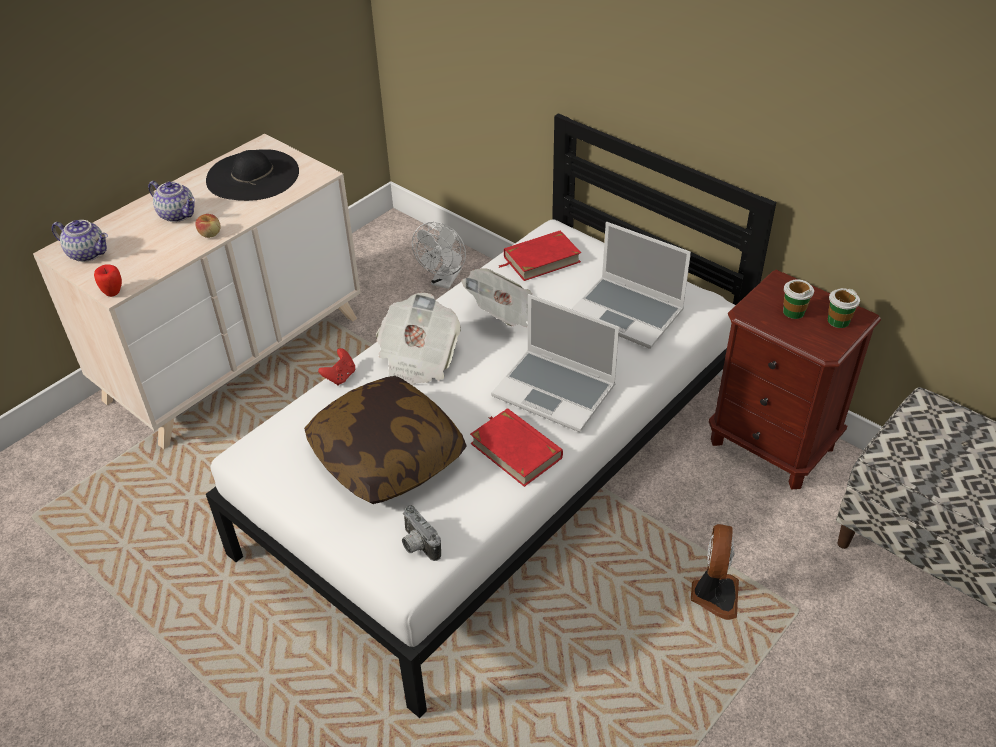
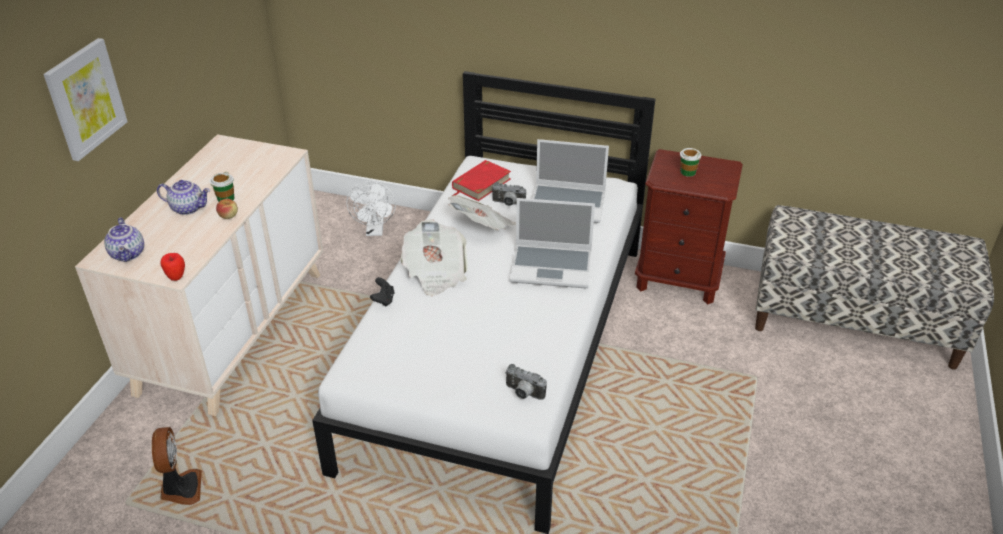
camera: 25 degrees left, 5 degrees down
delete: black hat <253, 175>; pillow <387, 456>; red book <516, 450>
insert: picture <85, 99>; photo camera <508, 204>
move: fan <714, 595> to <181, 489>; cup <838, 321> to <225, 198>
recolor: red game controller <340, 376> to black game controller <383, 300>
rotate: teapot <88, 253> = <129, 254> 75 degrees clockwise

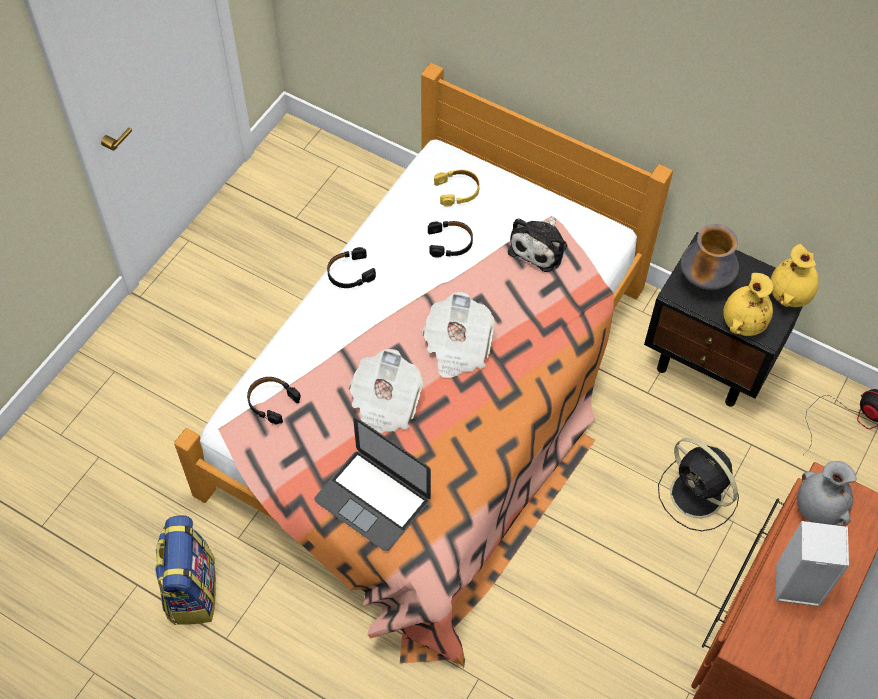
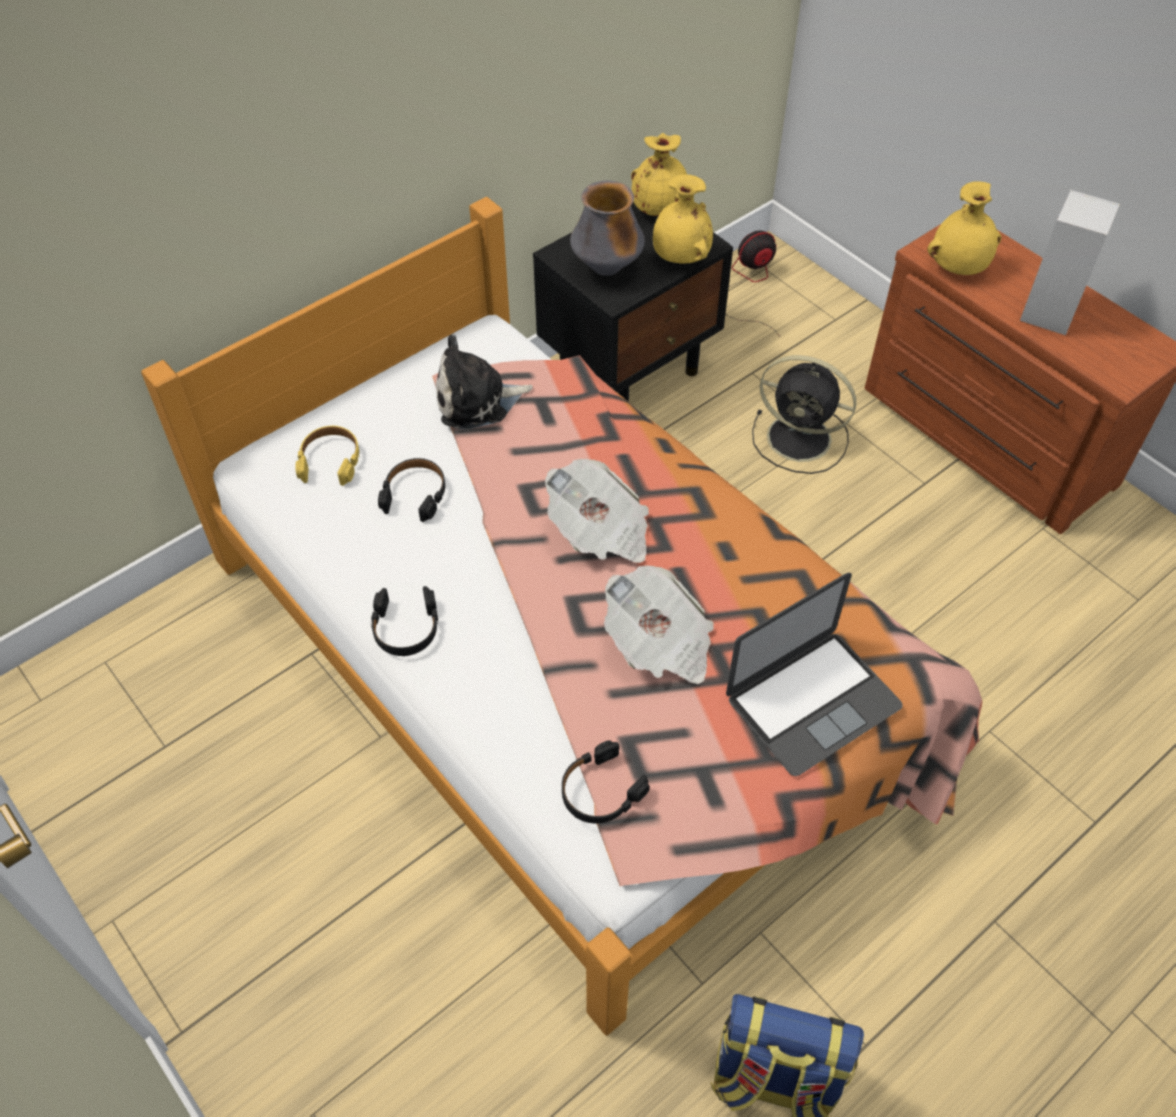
camera: 70 degrees left, 5 degrees down
recolor: grey vase <818, 509> to yellow vase <958, 267>
rotate: plush toy <540, 247> = <477, 400> 120 degrees clockwise; black fan <698, 496> = <802, 439> 45 degrees clockwise

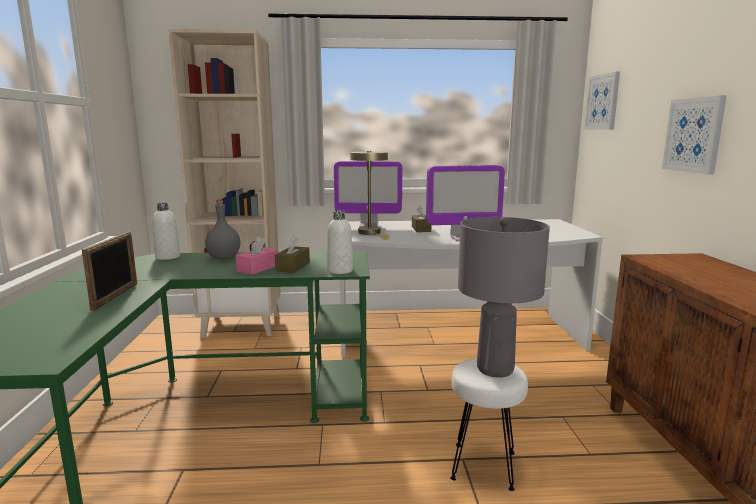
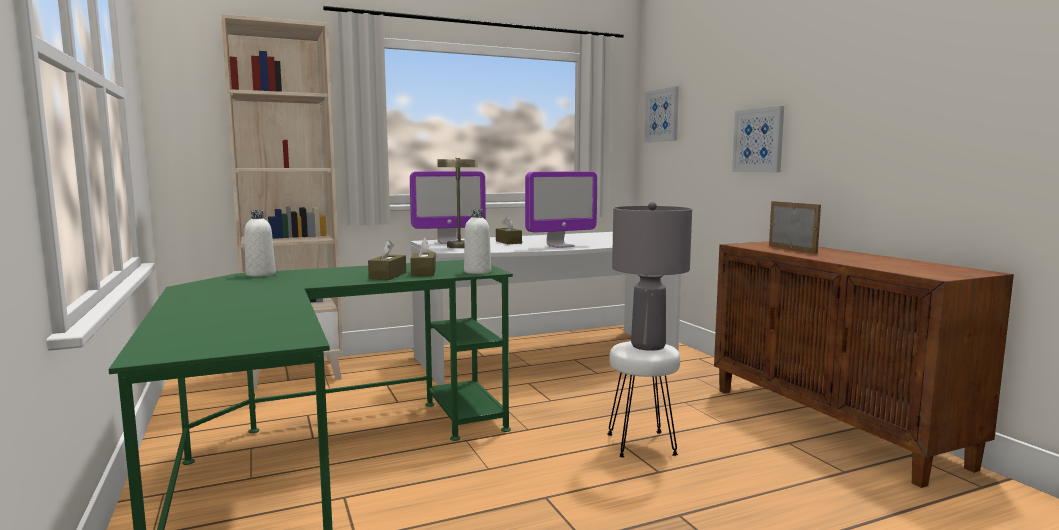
camera: 20 degrees left, 5 degrees down
delete: grey bottle <223, 257>
move: picture frame <116, 296> to <792, 249>
recolor: pink tissue box <258, 268> to brown tissue box <388, 275>

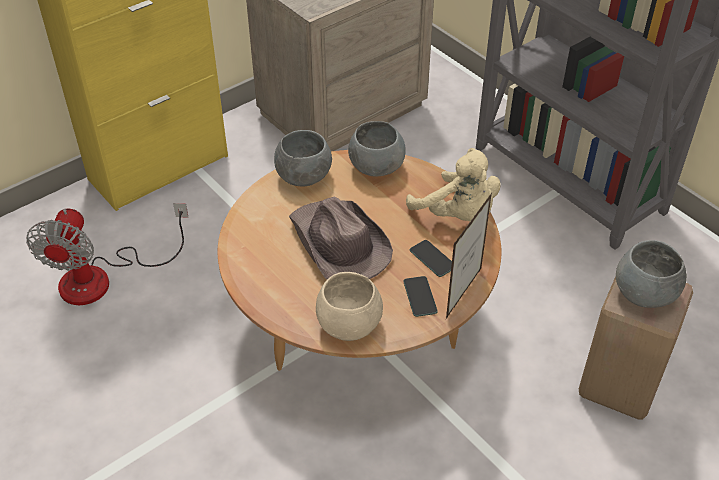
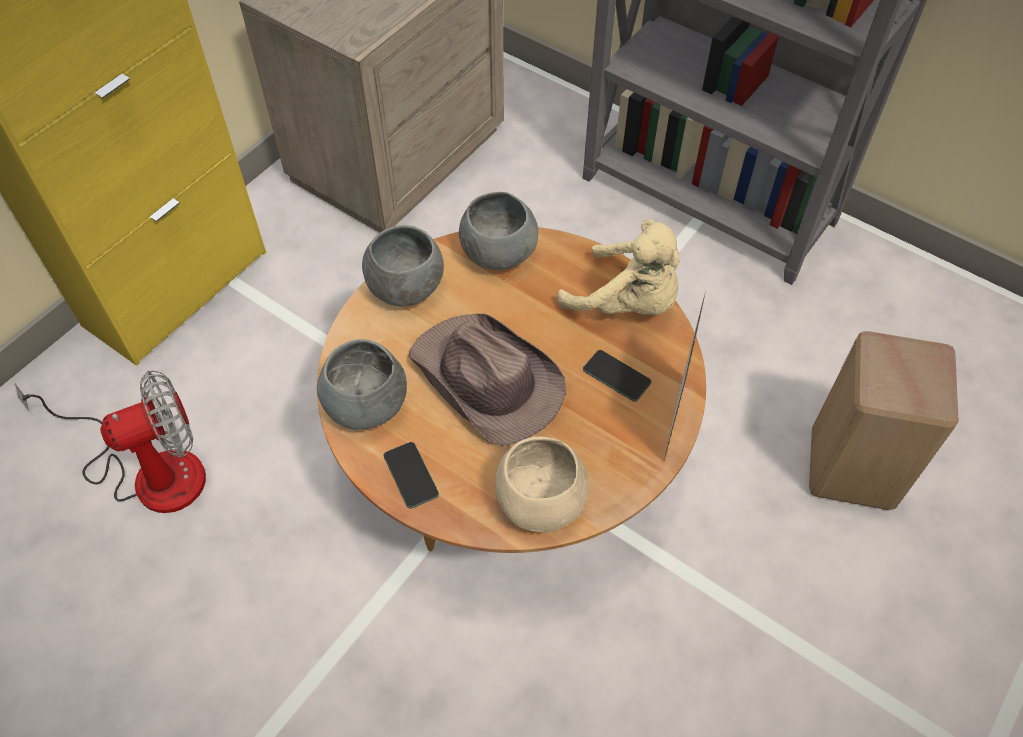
camera: 15 degrees left, 10 degrees up
move: phone <420, 297> to <411, 475>; grey bowl <645, 294> to <367, 405>
rotate: fan <102, 278> = <149, 471> 105 degrees counterclockwise

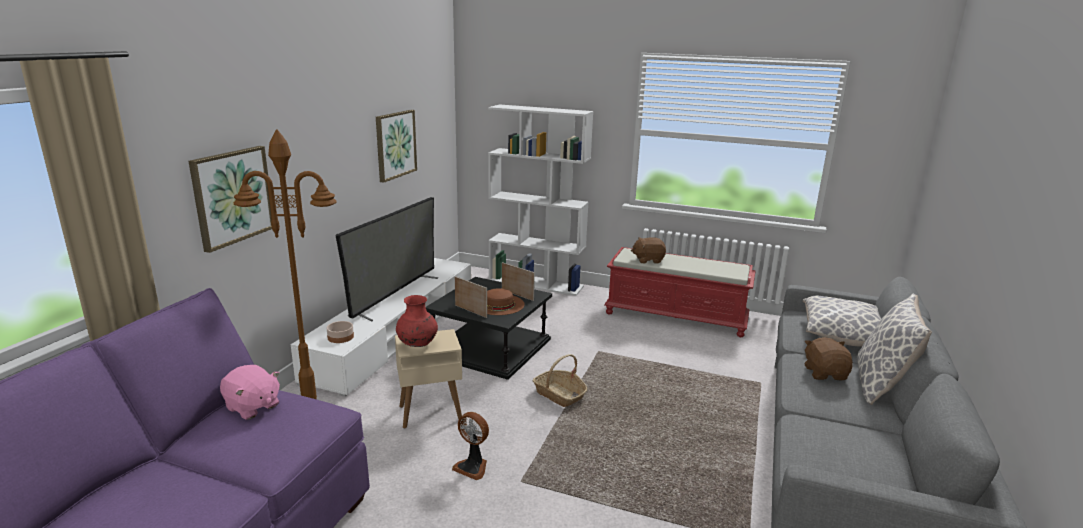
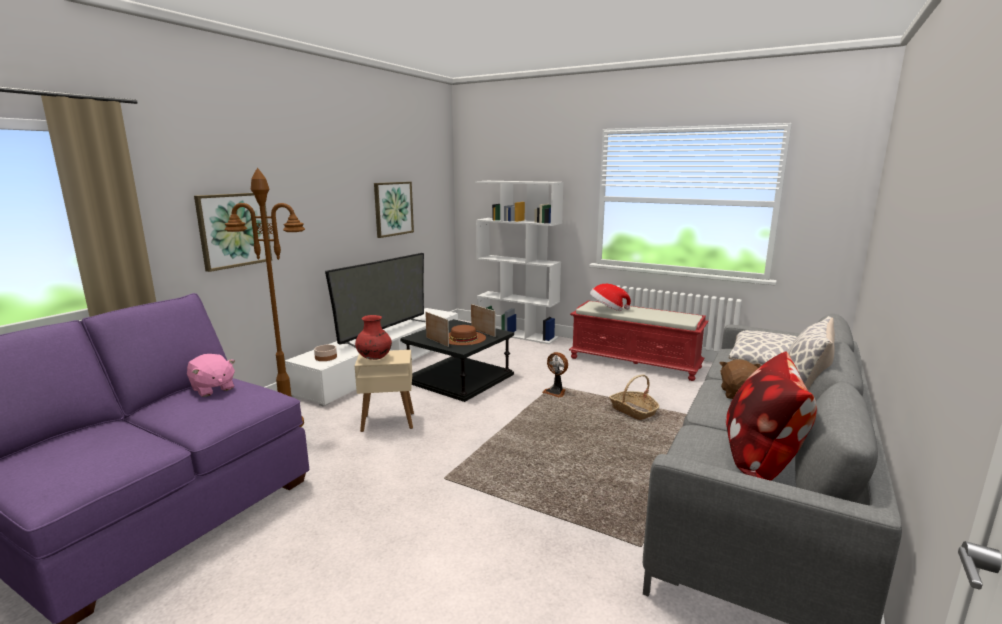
camera: 10 degrees right, 5 degrees down
insert: pillow <761, 458>
move: fan <472, 467> to <556, 392>; basket <559, 394> to <633, 411>
replace: brown plush toy <648, 260> to hat <607, 309>

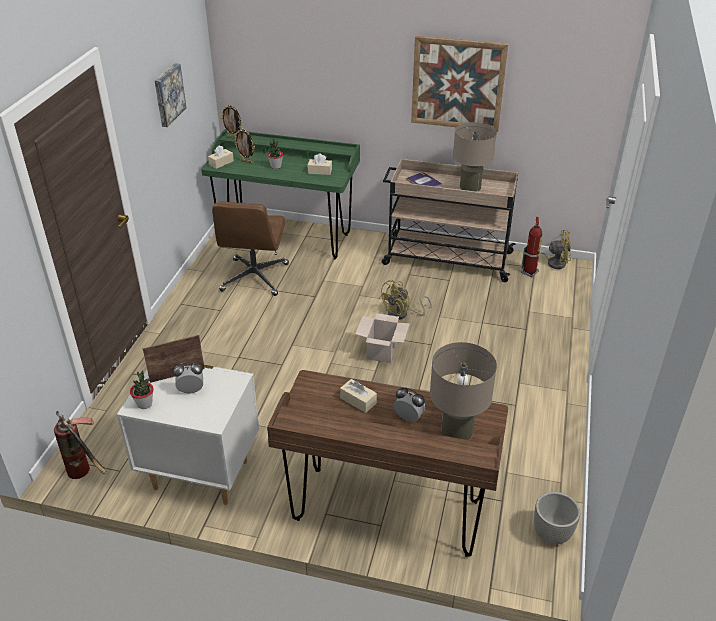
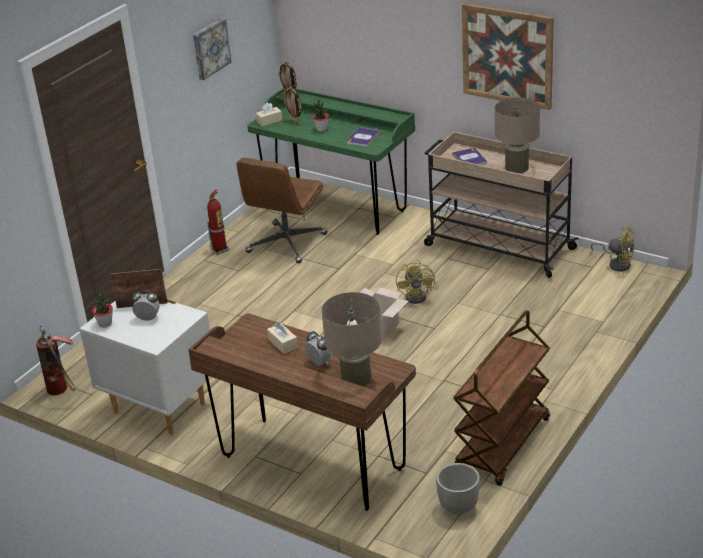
camera: 20 degrees right, 5 degrees down
insert: brown cart <503, 446>
move: fire extinguisher <529, 272> to <220, 249>
replace: beige tissue box <320, 171> to book <363, 137>
rotate: yellow fan <402, 314> = <419, 296> 60 degrees counterclockwise

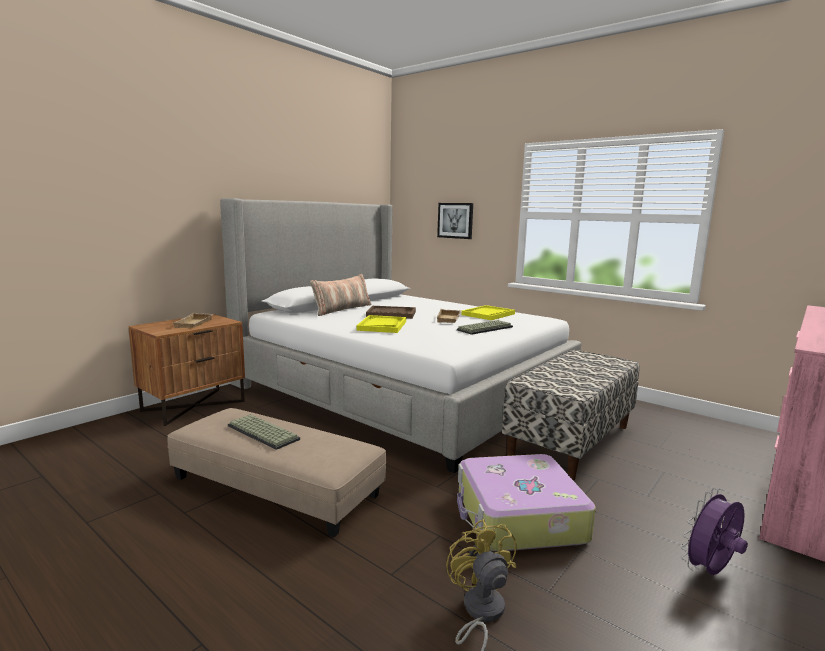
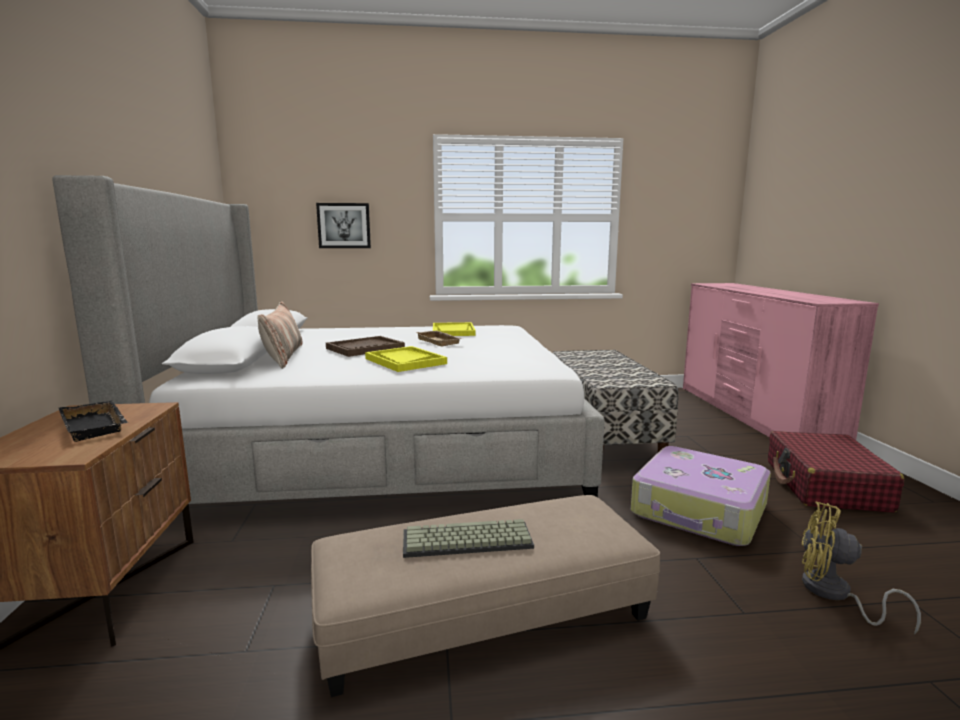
camera: 45 degrees left, 0 degrees up
delete: keyboard <484, 328>
replace: purple fan <710, 572> to red suitcase <825, 486>
recolor: beige tray <195, 324> to black tray <97, 426>

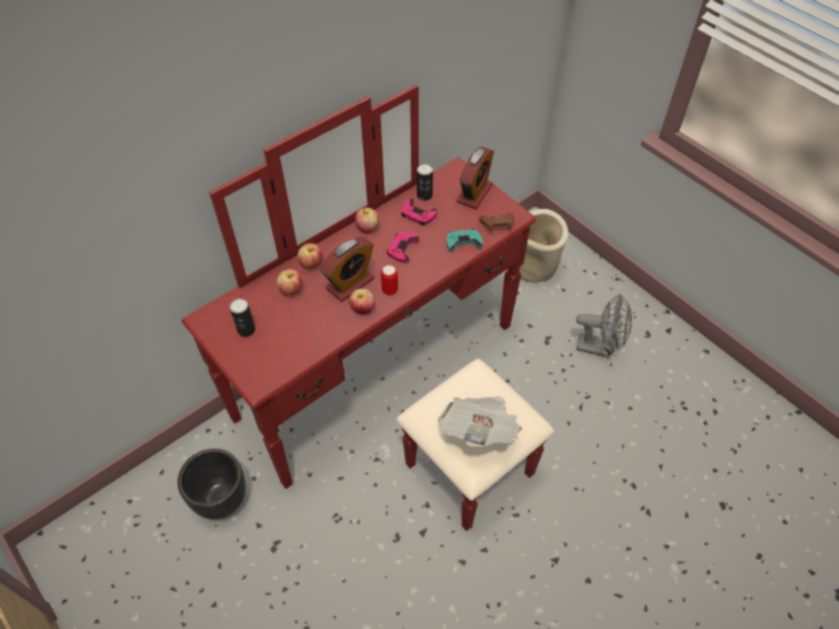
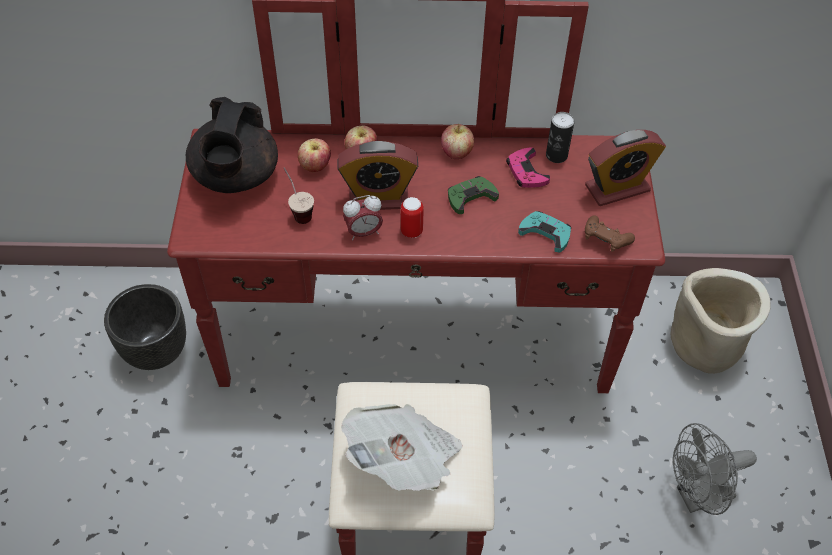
camera: 40 degrees right, 0 degrees up
insert: cup <298, 211>
replace: can <246, 330> to black teapot <235, 177>; apple <363, 309> to alarm clock <363, 232>
recolor: pink game controller <402, 248> to green game controller <471, 197>
rotate: grey fan <600, 347> = <697, 496> 105 degrees clockwise

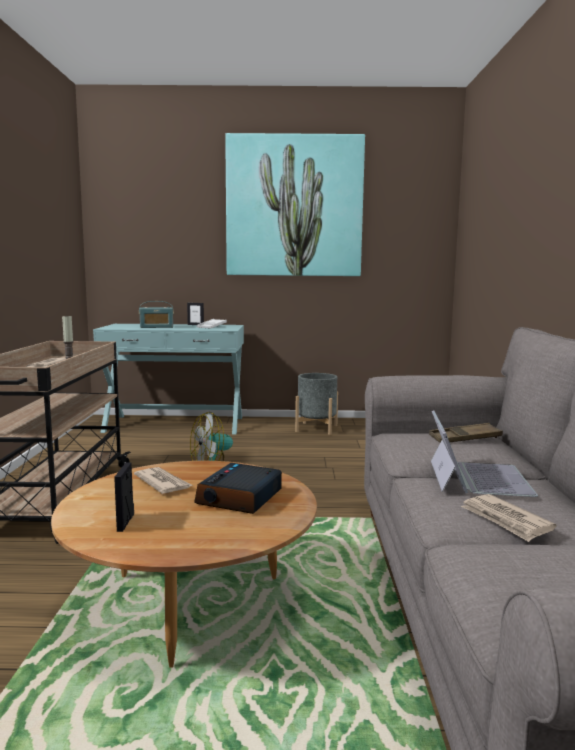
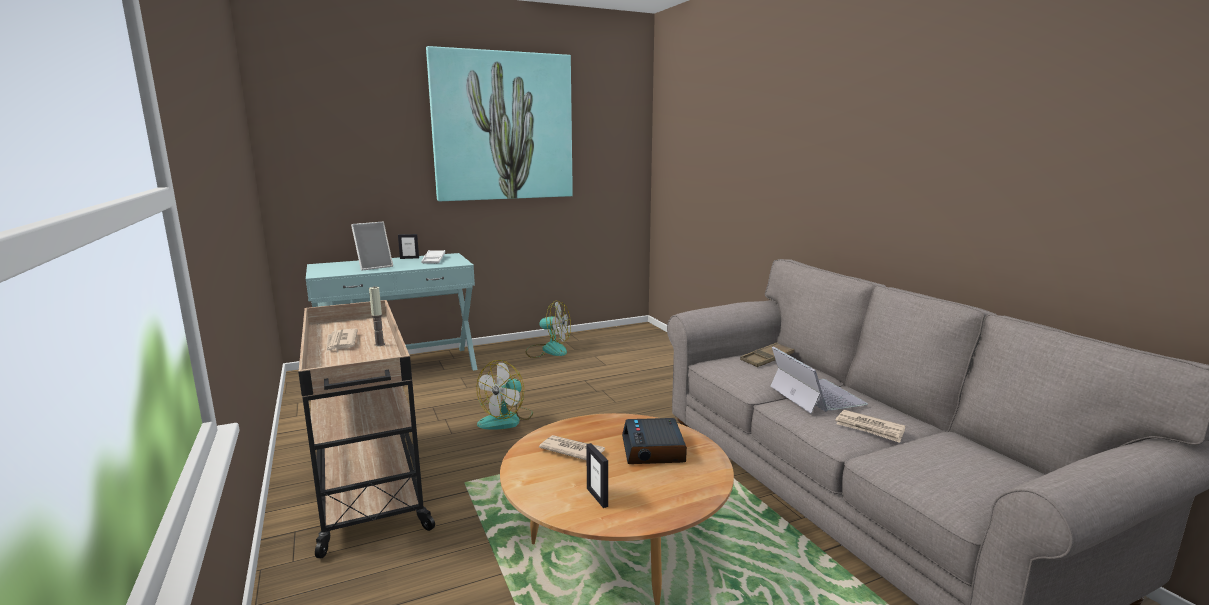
camera: 25 degrees left, 5 degrees up
replace: radio <156, 327> to picture frame <374, 267>; grey planter <316, 428> to fan <548, 350>

